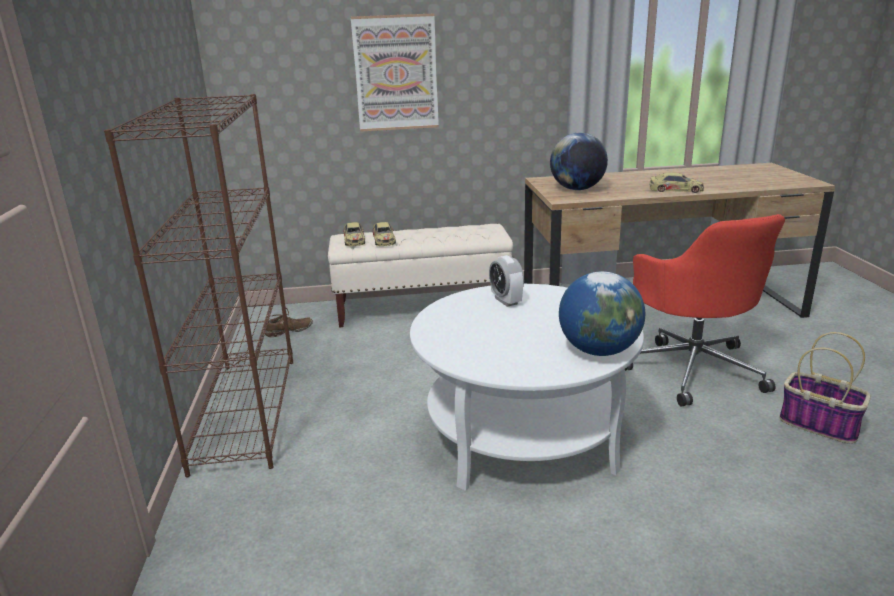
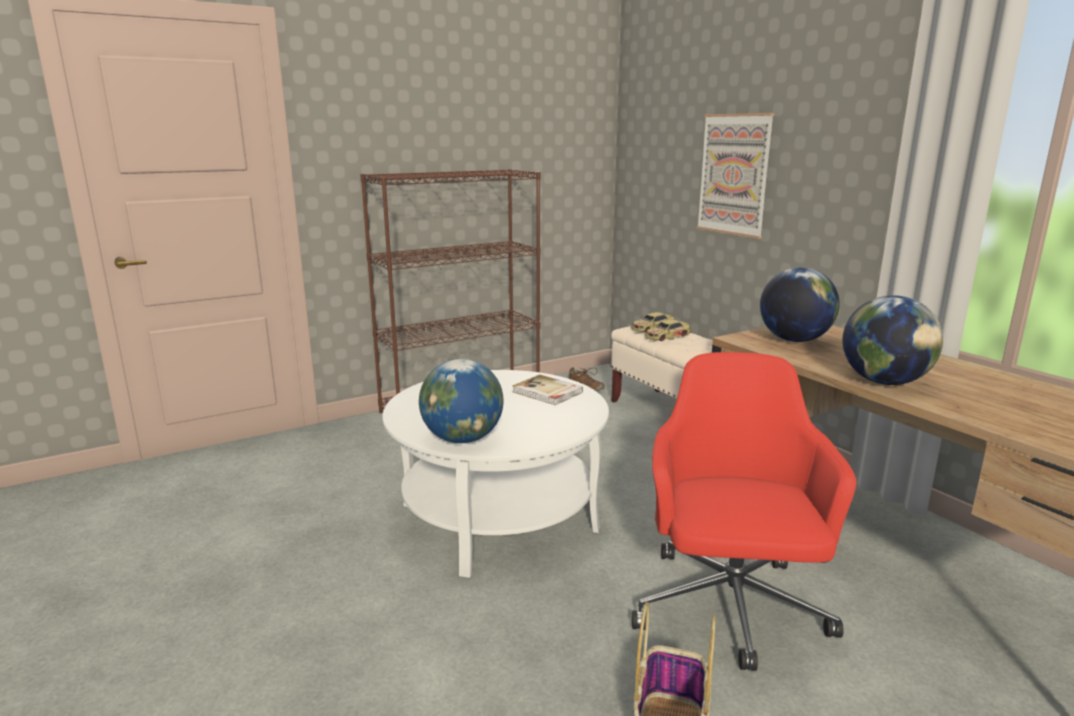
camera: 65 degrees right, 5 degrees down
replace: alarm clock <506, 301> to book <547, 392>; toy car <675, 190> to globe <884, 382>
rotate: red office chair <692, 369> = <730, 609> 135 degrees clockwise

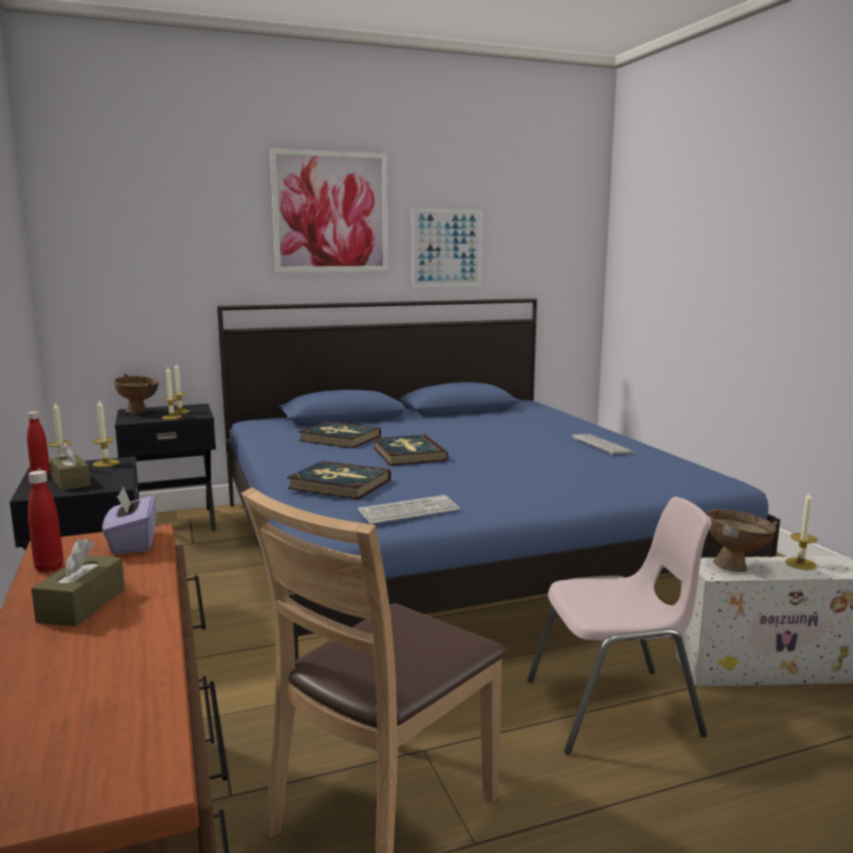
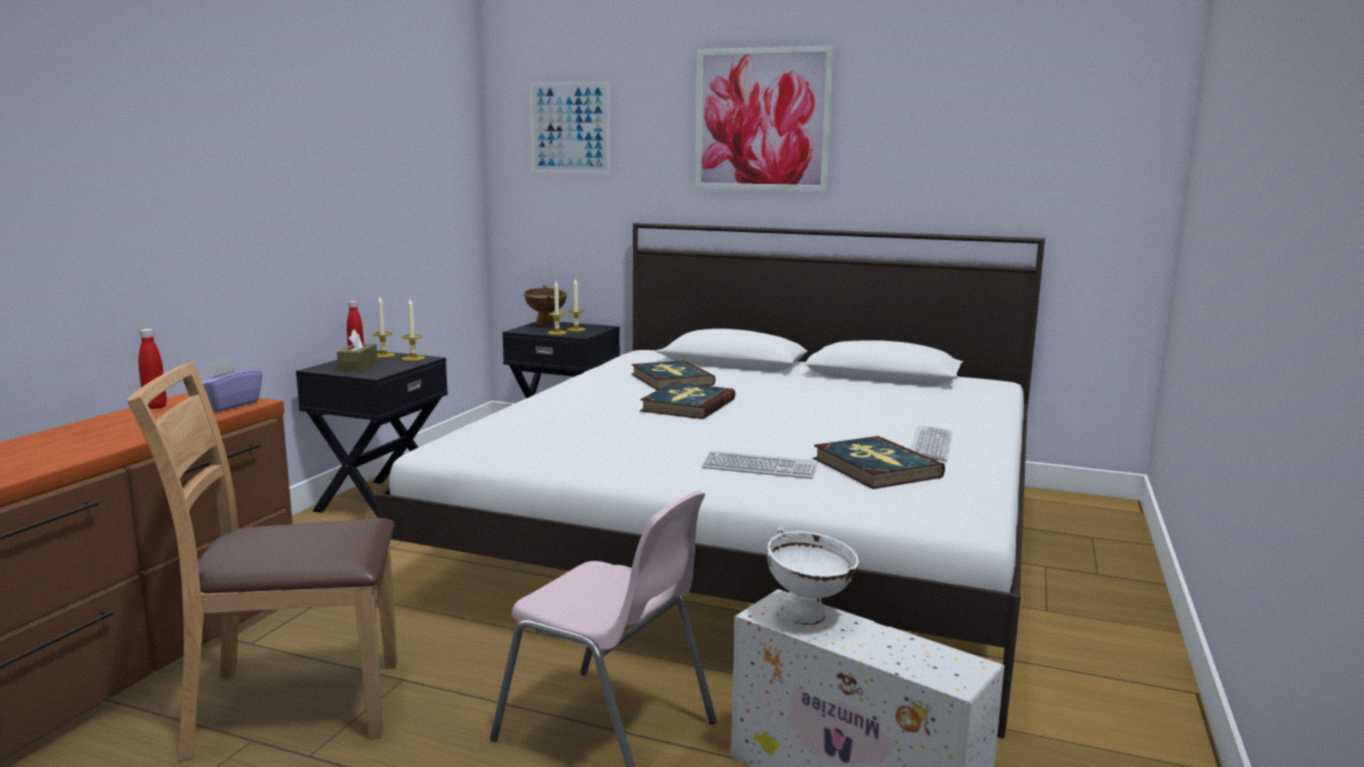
camera: 40 degrees right, 0 degrees up
delete: brown tissue box <82, 605>; candle <800, 563>
move: book <339, 484> to <875, 468>; keyboard <409, 511> to <760, 467>; picture <447, 248> to <570, 127>
recolor: blue bed <453, 549> to white bed <756, 537>; brown bowl <737, 567> to white bowl <810, 618>

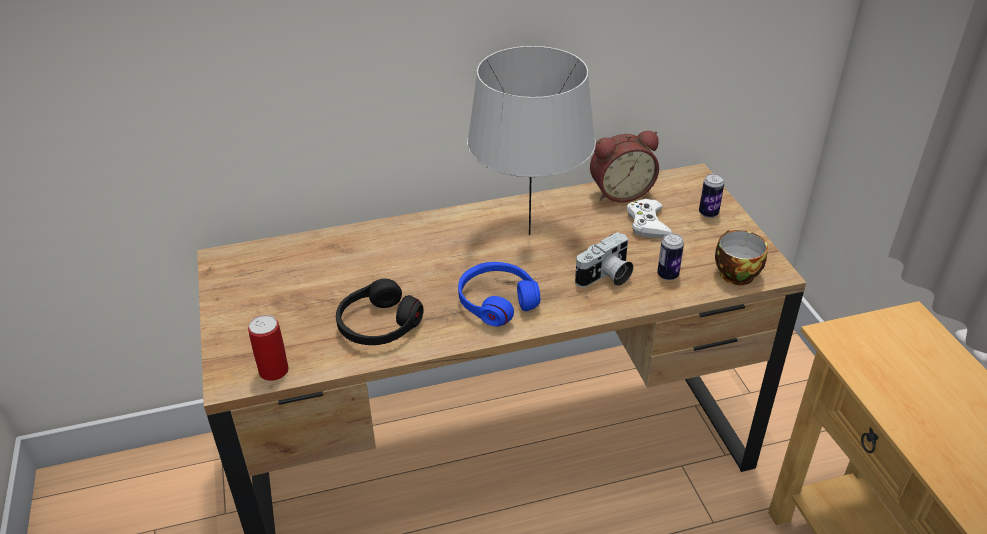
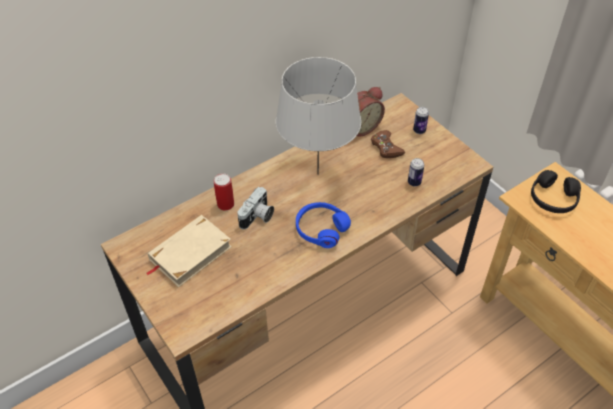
camera: 20 degrees left, 10 degrees up
delete: cup <734, 273>
insert: beige book <190, 253>
move: can <273, 371> to <225, 204>; black headphones <378, 325> to <553, 198>; photo camera <606, 277> to <257, 217>
recolor: white game controller <647, 223> to brown game controller <386, 147>

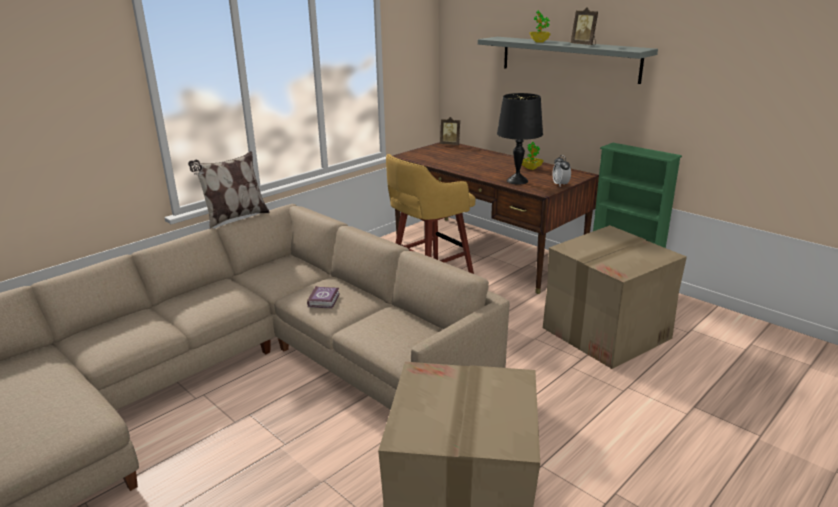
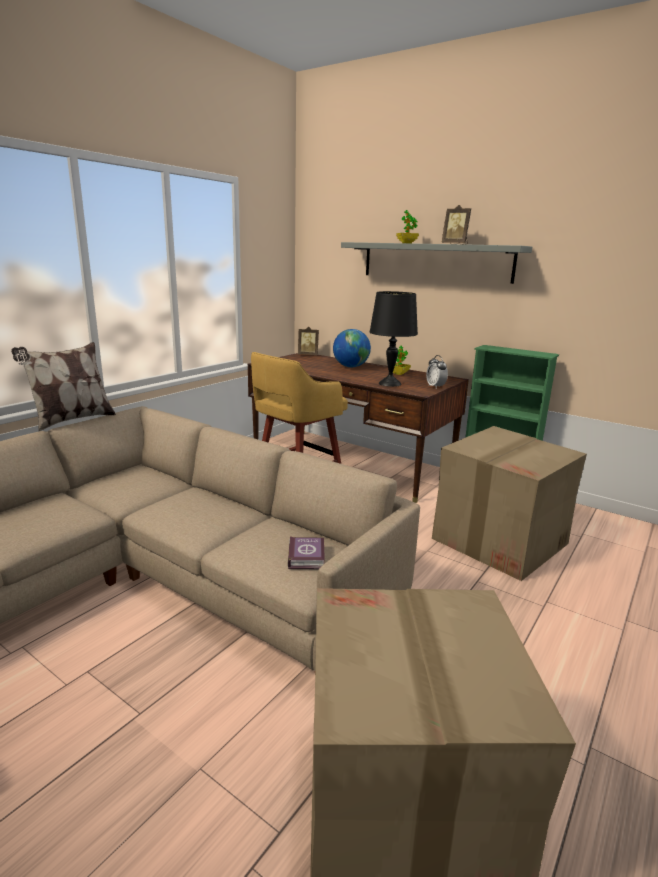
camera: 10 degrees left, 5 degrees down
insert: globe <350, 367>
move: book <324, 300> to <307, 556>

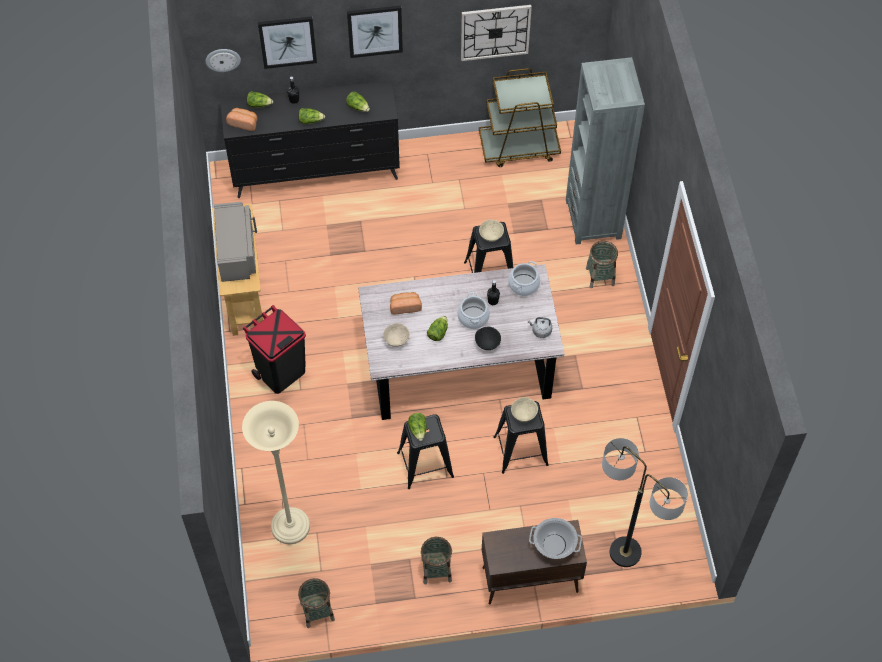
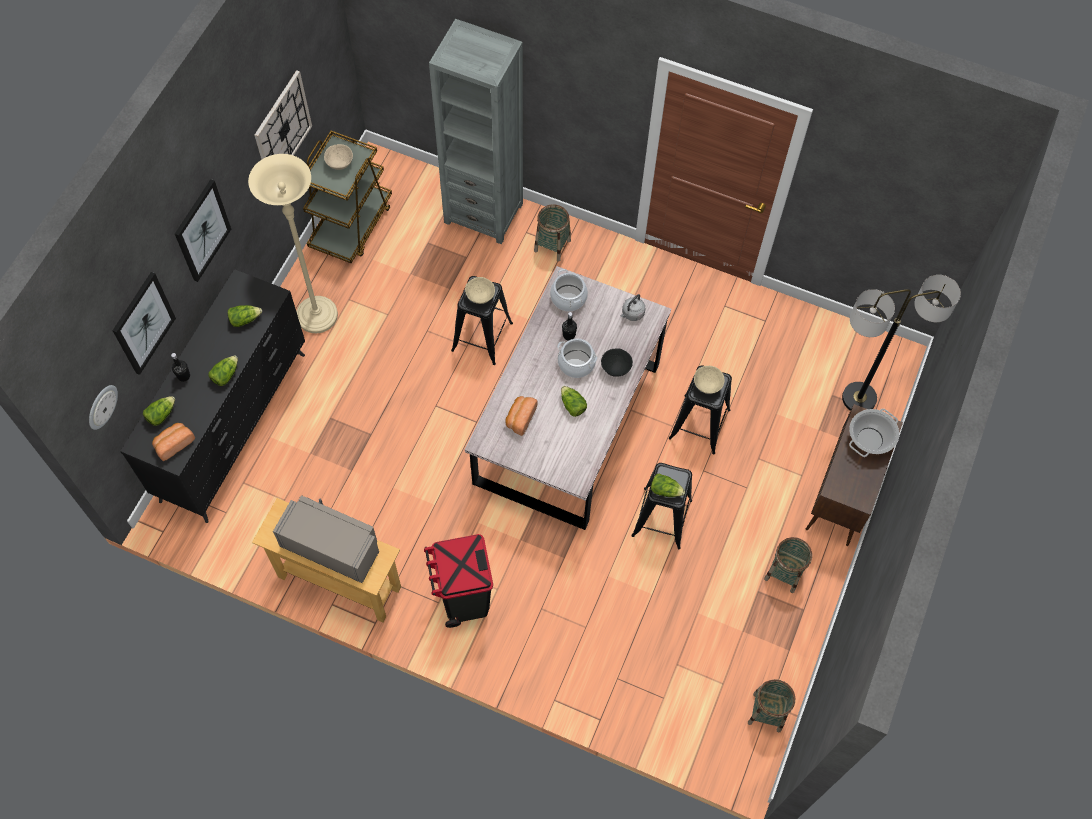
camera: 60 degrees left, 5 degrees up
move: beige floor lamp <290, 527> to <317, 316>; beige bowl <396, 340> to <340, 164>

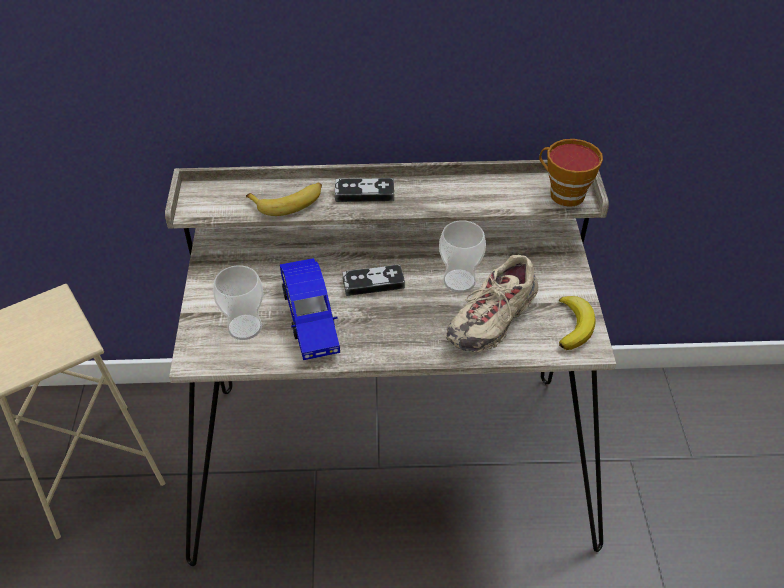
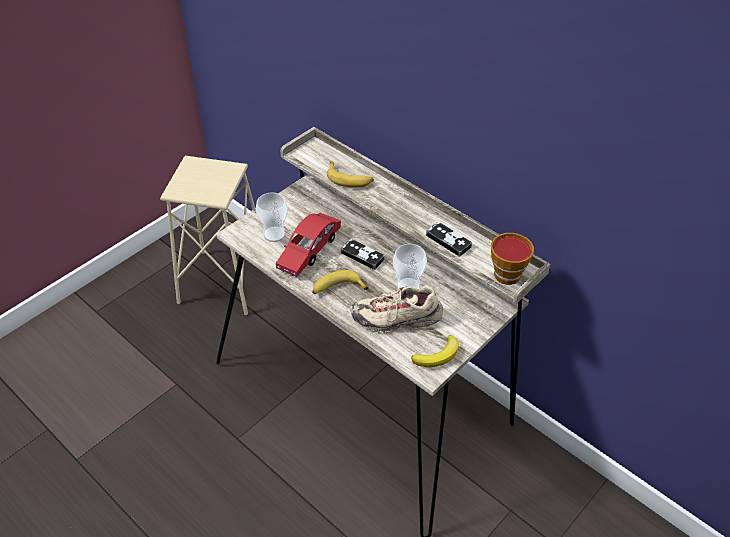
camera: 45 degrees right, 0 degrees up
insert: banana <337, 288>
move: game controller <364, 193> to <448, 241>
recolor: blue toy car <309, 317> to red toy car <309, 250>

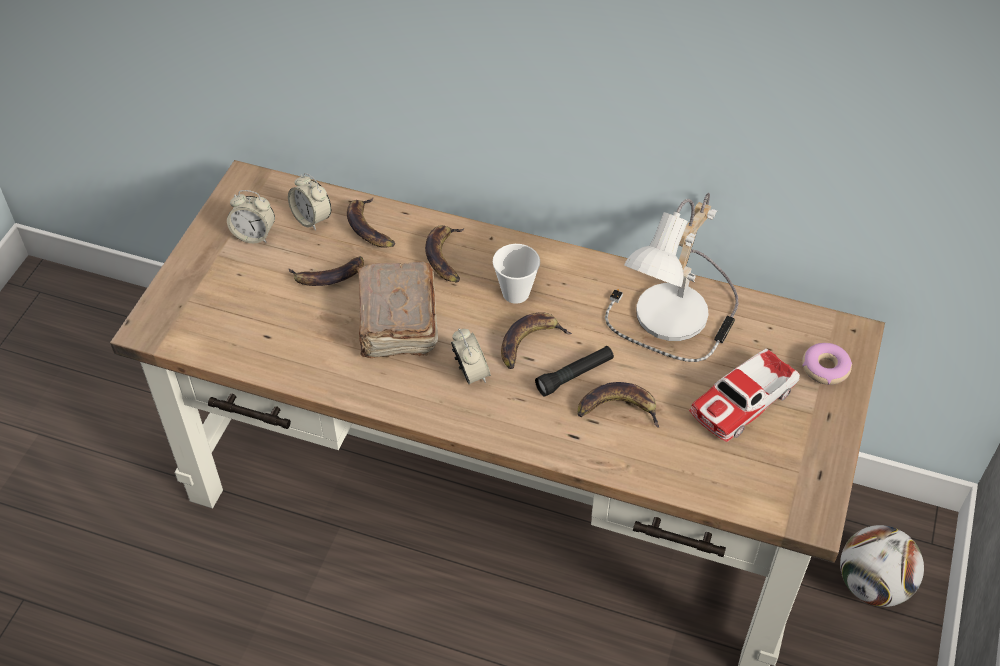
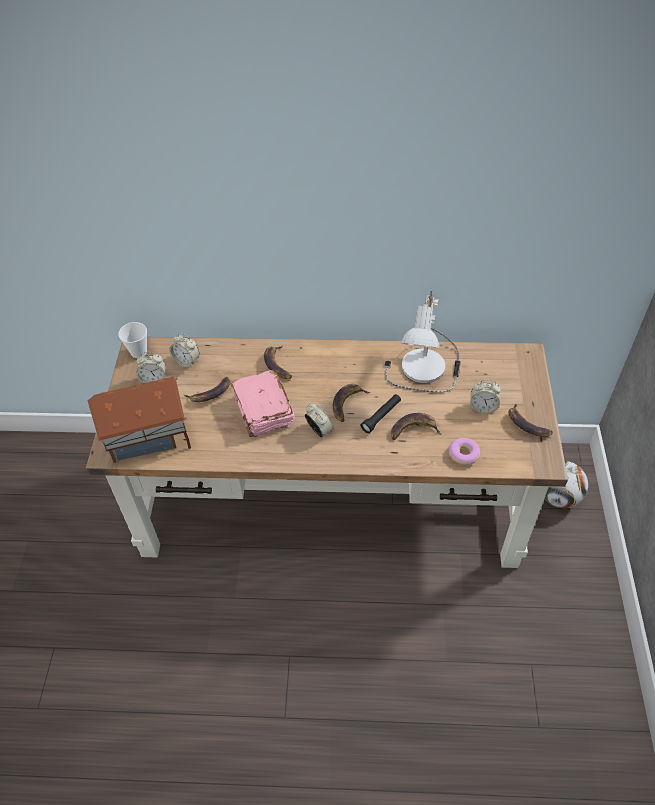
camera: 15 degrees left, 0 degrees up
insert: toy house <149, 439>
move: banana <369, 227> to <526, 425>; cup <515, 293> to <138, 352>; donut <825, 368> to <463, 454>
replace: toy car <743, 401> to alarm clock <482, 407>
recolor: brown book <396, 323> to pink book <263, 411>

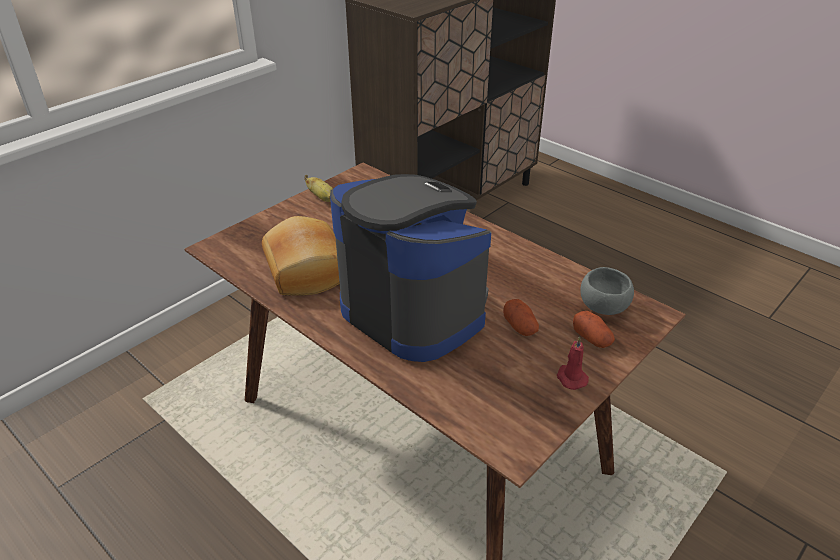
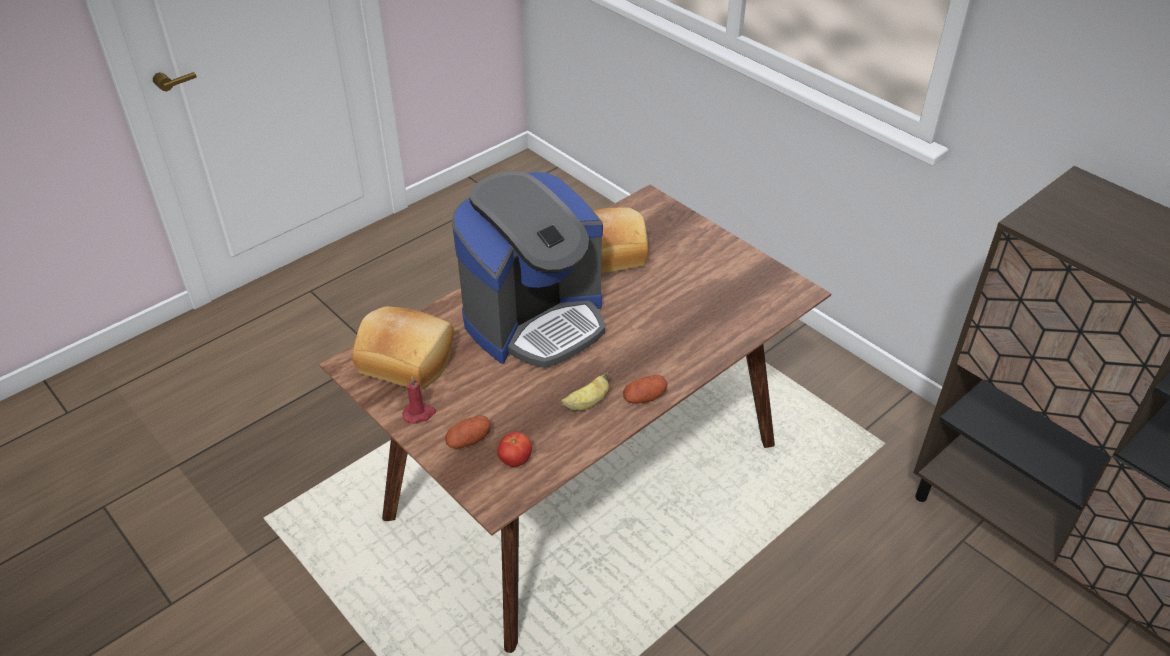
camera: 95 degrees right, 5 degrees up
insert: bread <407, 359>
move: banana <322, 198> to <587, 404>; potato <520, 326> to <644, 397>
replace: grey bowl <602, 307> to tomato <515, 460>

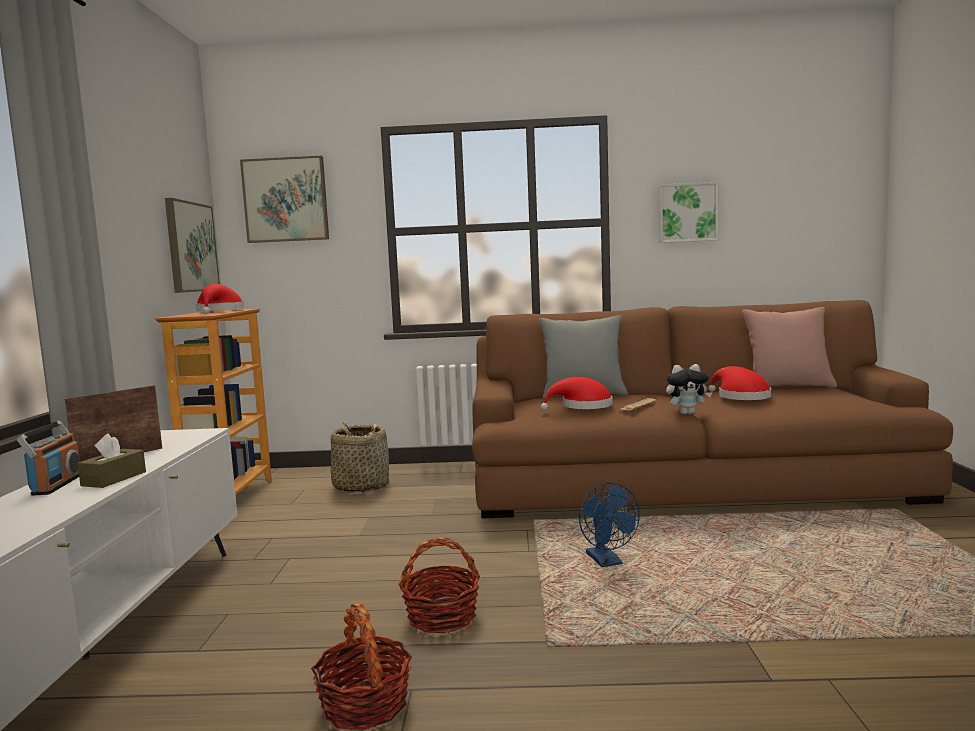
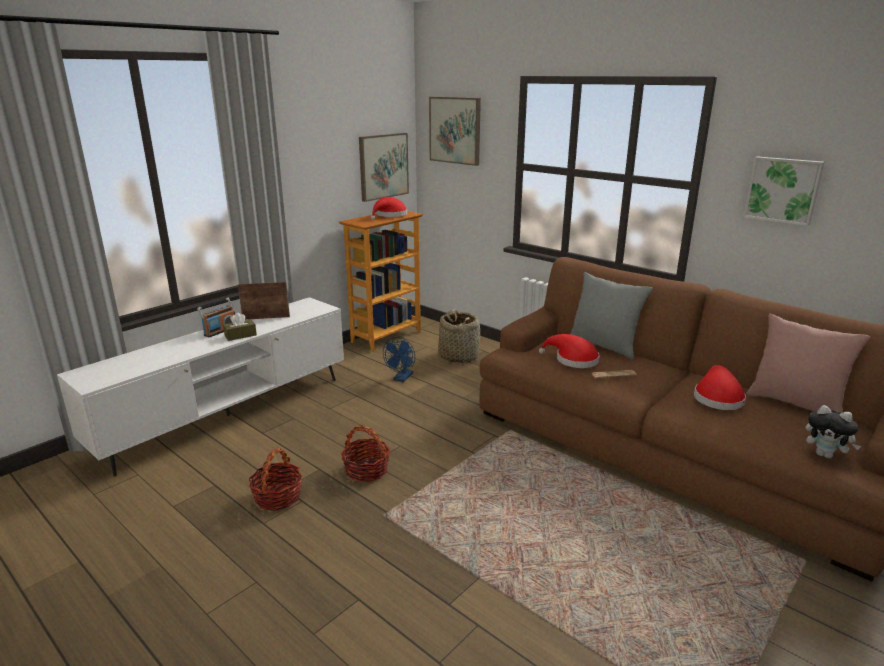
camera: 40 degrees right, 15 degrees up
move: blue fan <607, 562> to <402, 378>; plush toy <687, 413> to <825, 455>

